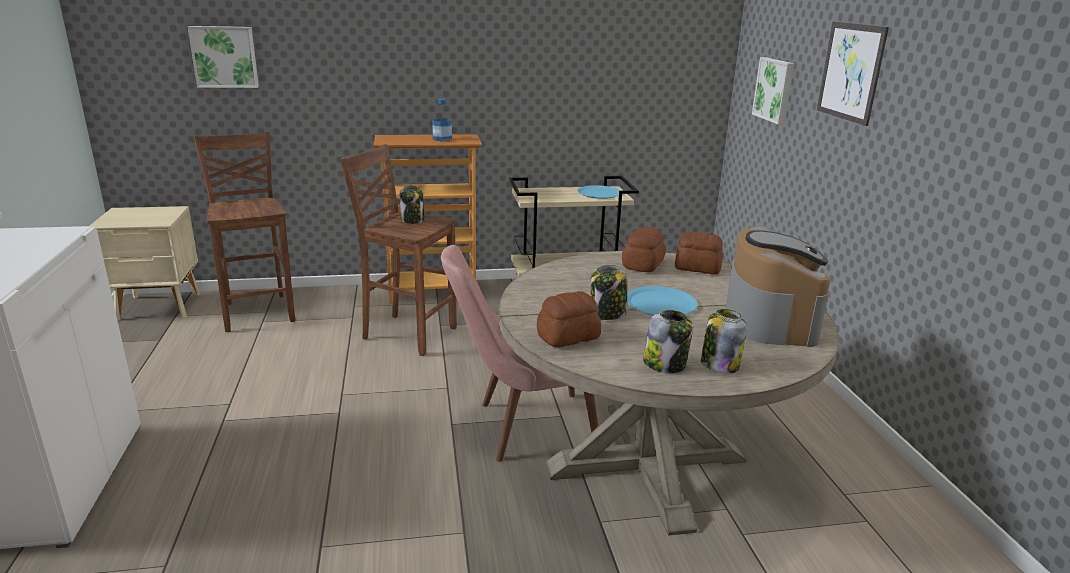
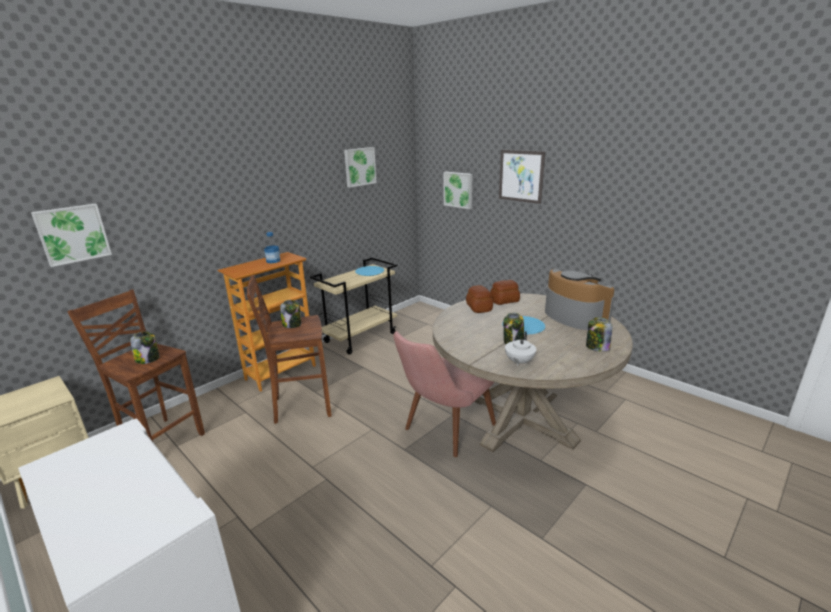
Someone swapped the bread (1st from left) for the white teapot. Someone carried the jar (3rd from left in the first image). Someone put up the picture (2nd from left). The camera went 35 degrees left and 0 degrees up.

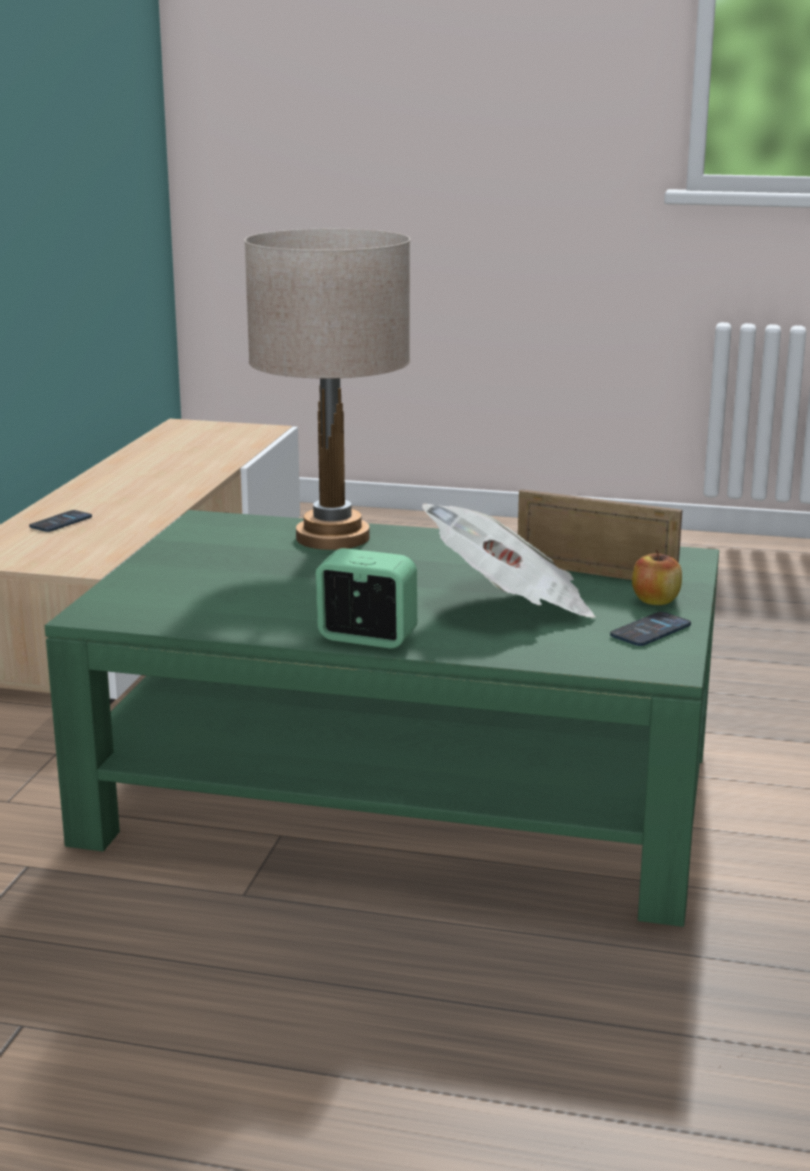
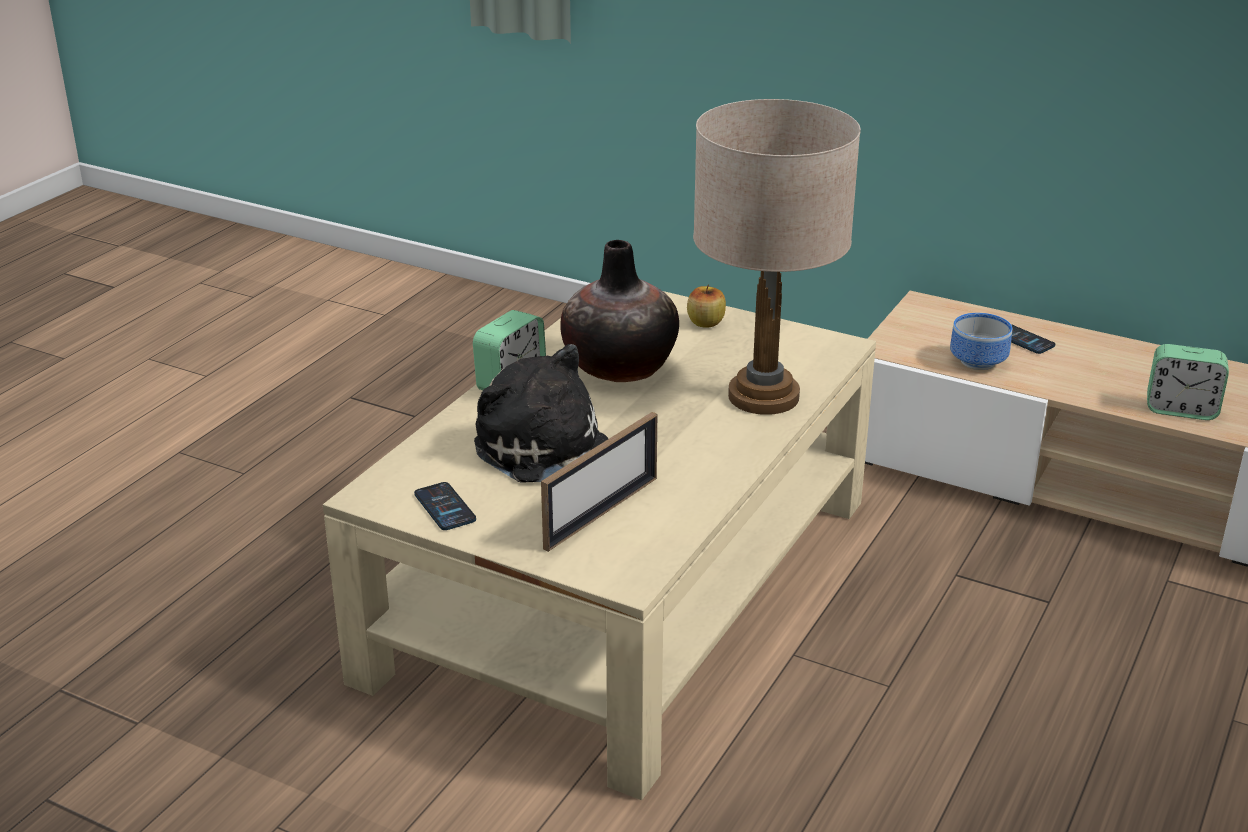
Someone swapped the newspaper for the plush toy. Someone repainted the green coffee table, which became the beige coffee table. Someone carried the apple. Someone put down the vase. Someone put down the bowl. Someone put down the alarm clock (2nd from left). The camera went 105 degrees right and 10 degrees up.

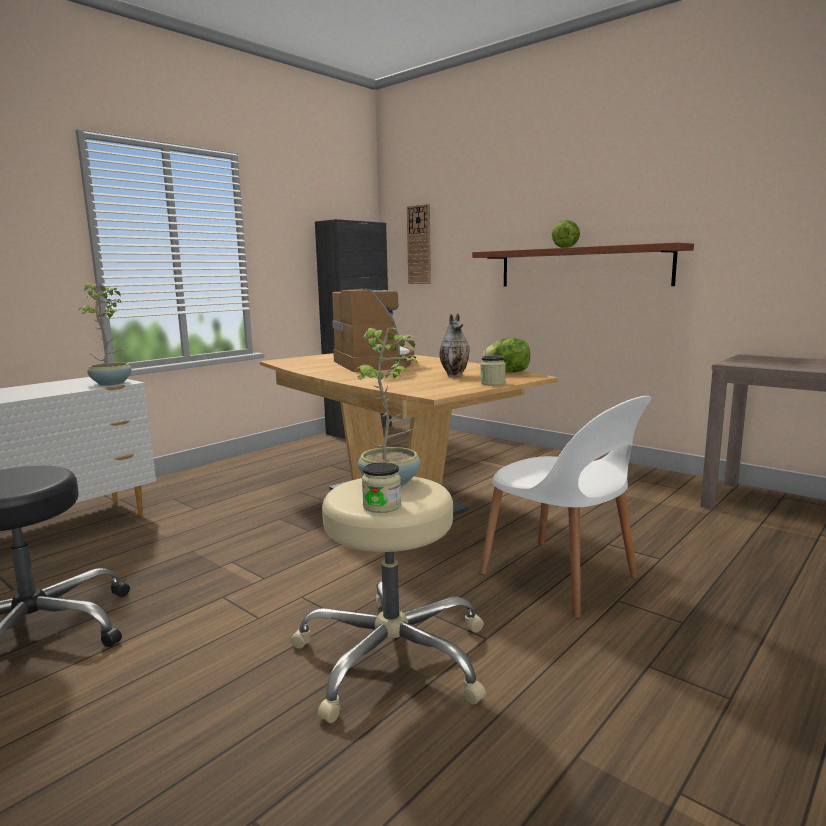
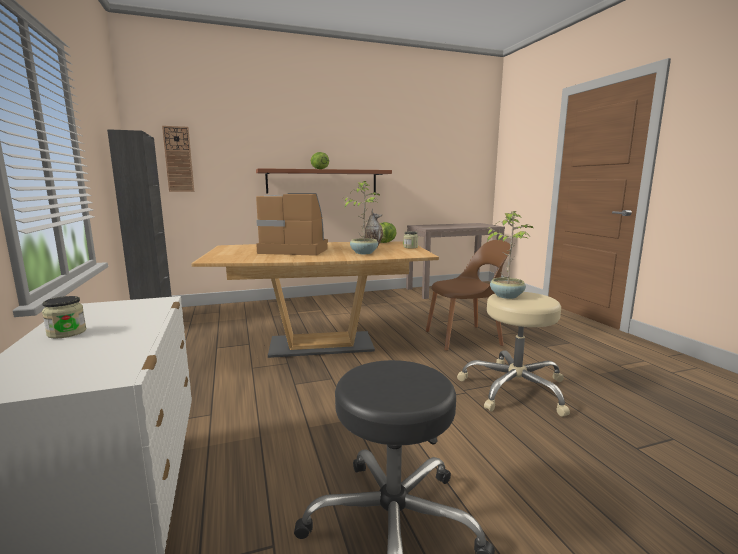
Someone carried the potted plant (1st from left). Someone repainted the white chair, which became the brown chair. Someone carried the jar (1st from left). The camera went 60 degrees left and 0 degrees up.

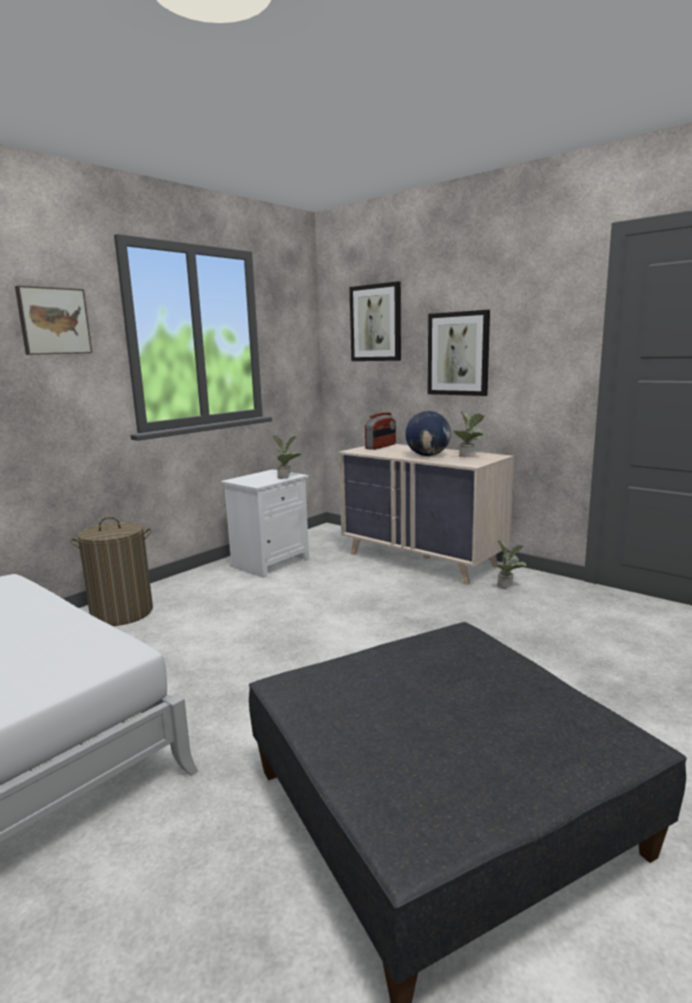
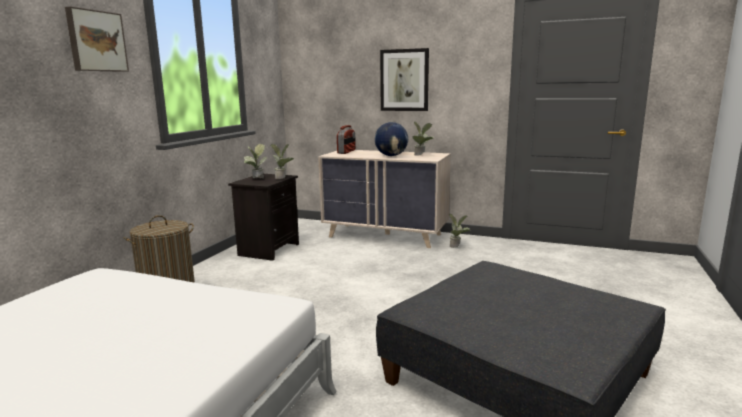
Someone took away the picture (2nd from left). Someone repainted the white nightstand, which became the black nightstand. Someone put down the potted plant (1st from left). The camera went 20 degrees left and 0 degrees up.

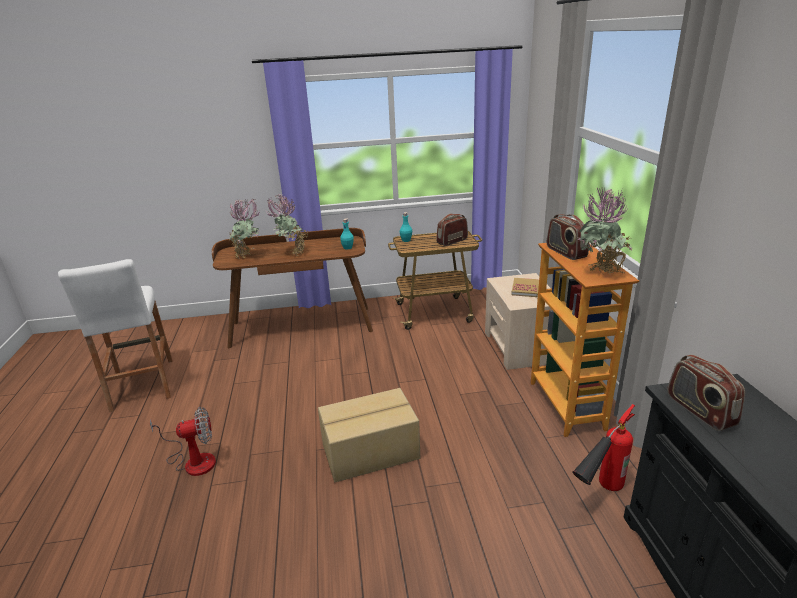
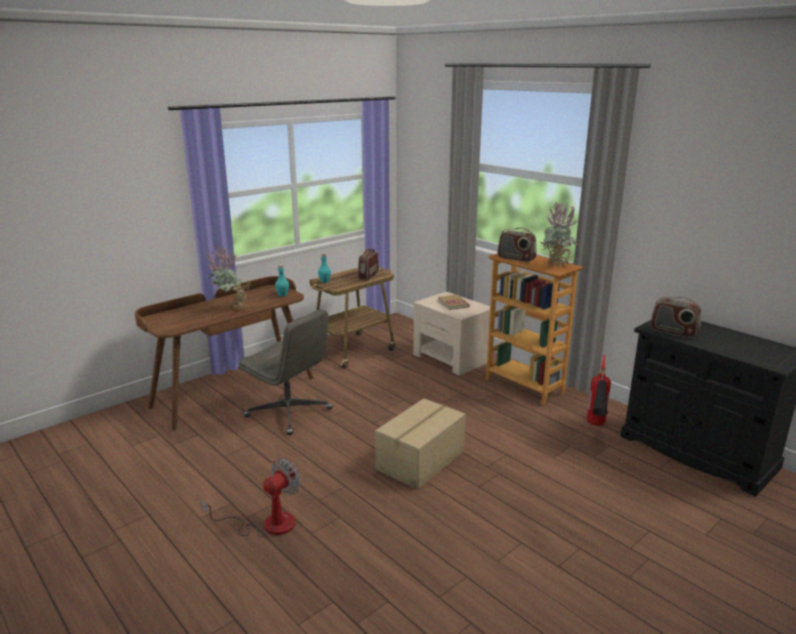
Someone took away the potted plant (1st from left). Someone took away the white stool. Someone put down the grey office chair. The camera went 35 degrees left and 5 degrees down.

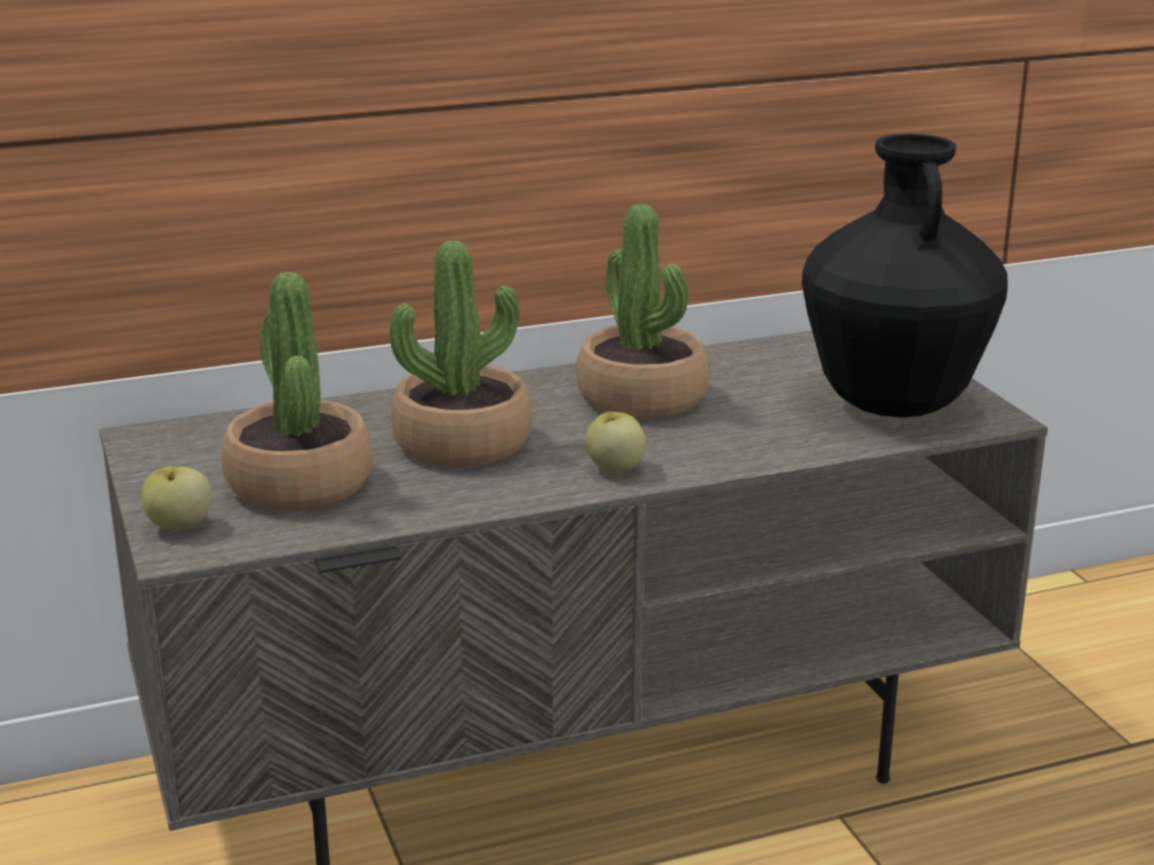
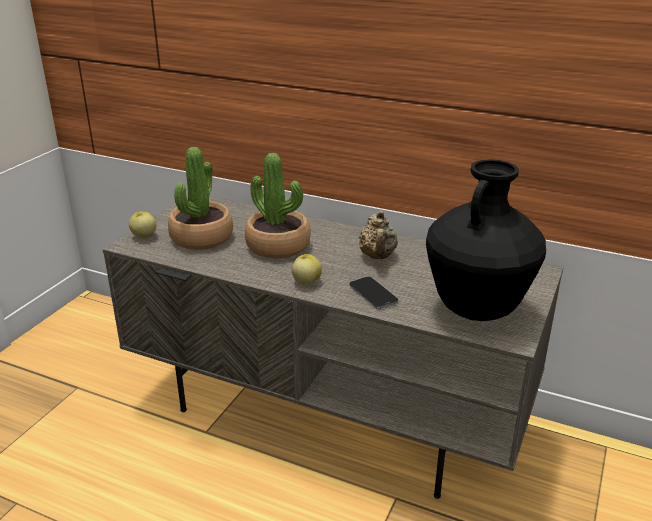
Someone swapped the potted plant (3rd from left) for the beige teapot. Someone put down the phone. The camera went 45 degrees right and 5 degrees up.

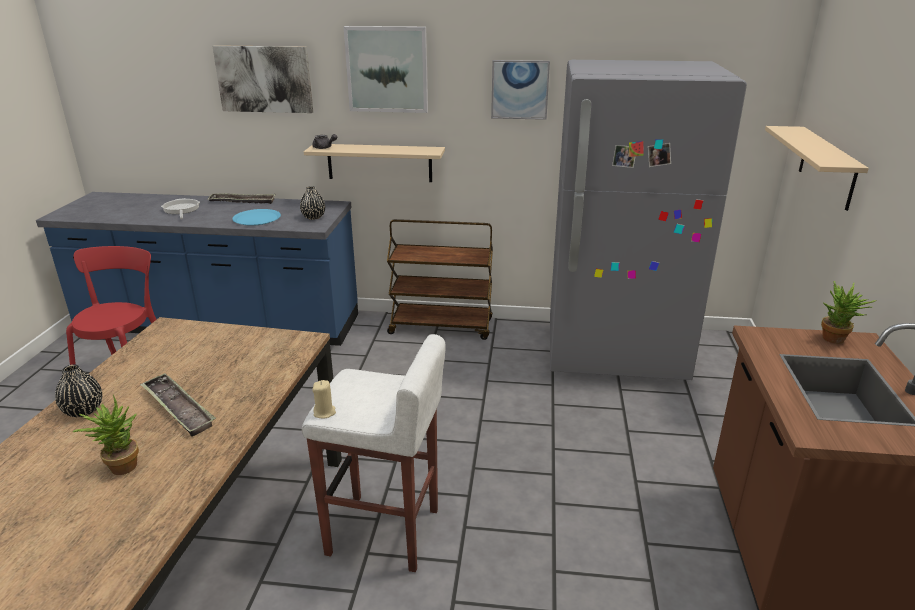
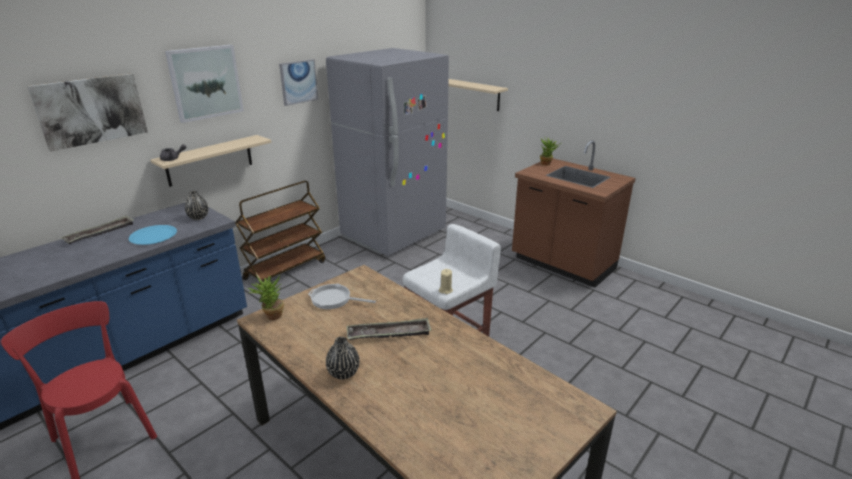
Someone carried the frying pan. Someone carried the potted plant (1st from left). The camera went 55 degrees left and 0 degrees up.

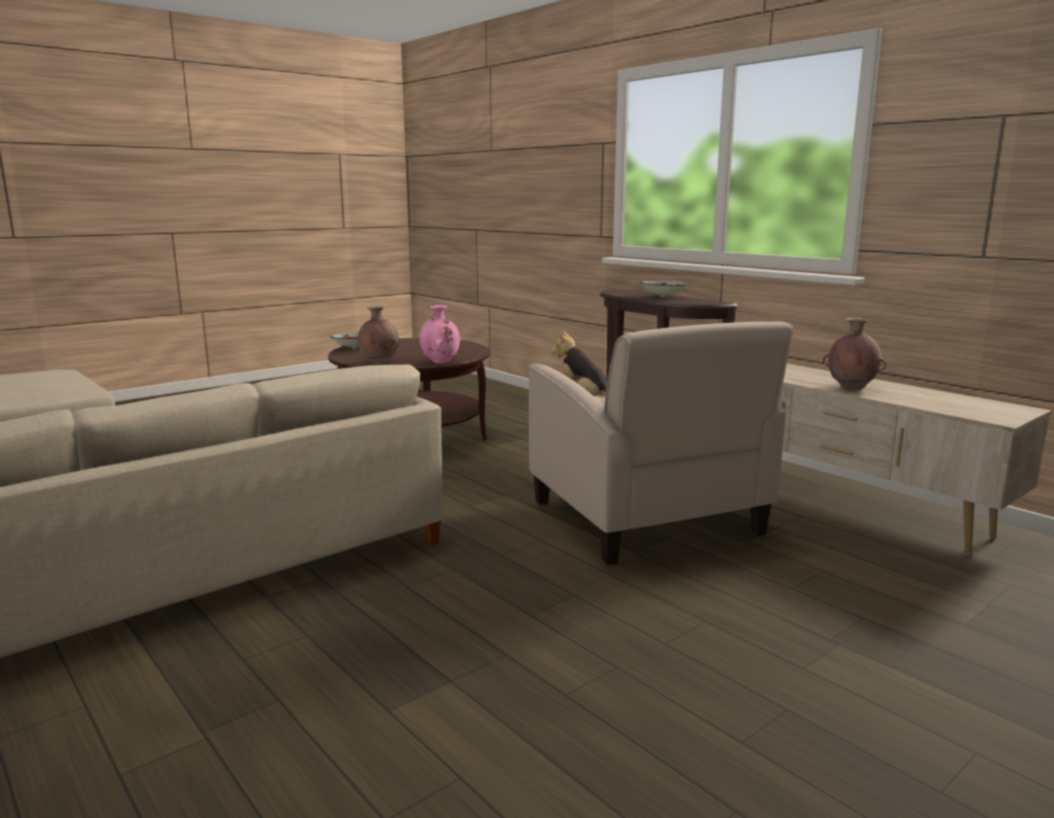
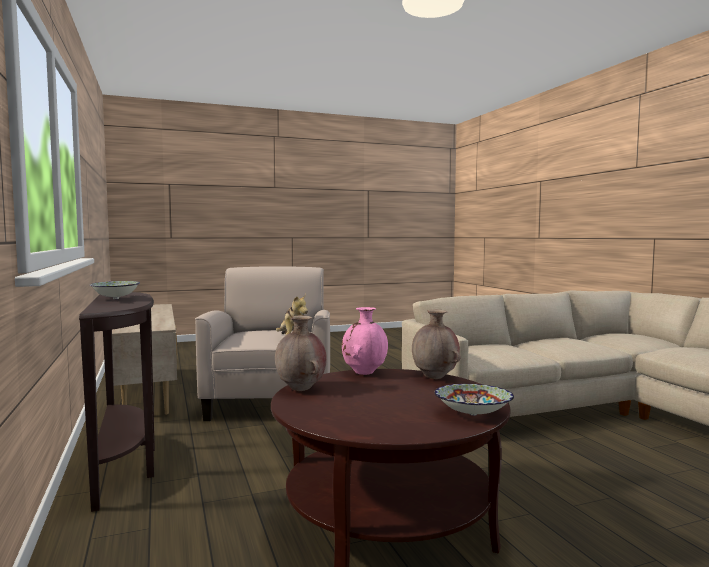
Someone carried the brown vase (2nd from left in the first image). The camera went 160 degrees left and 10 degrees down.

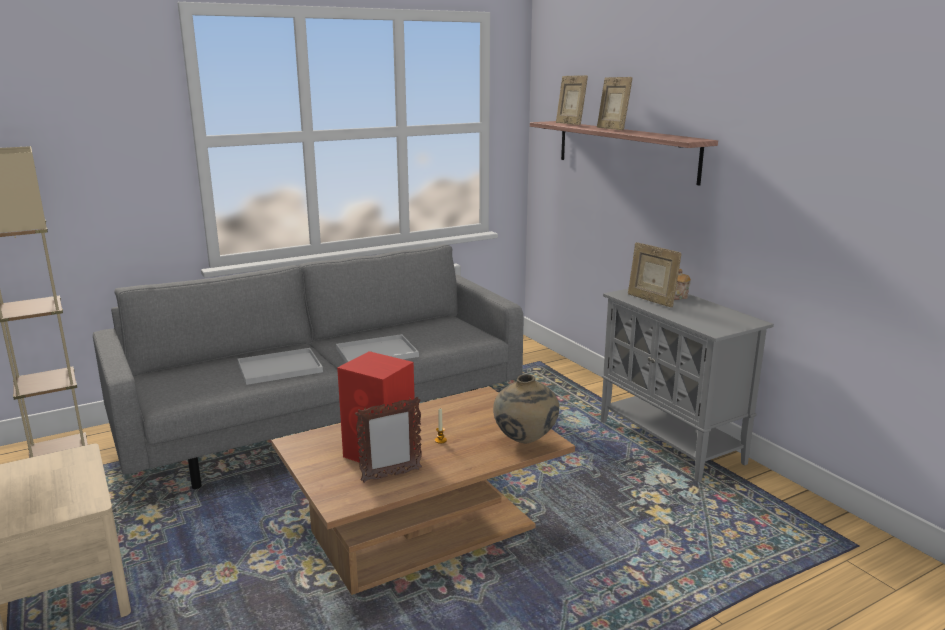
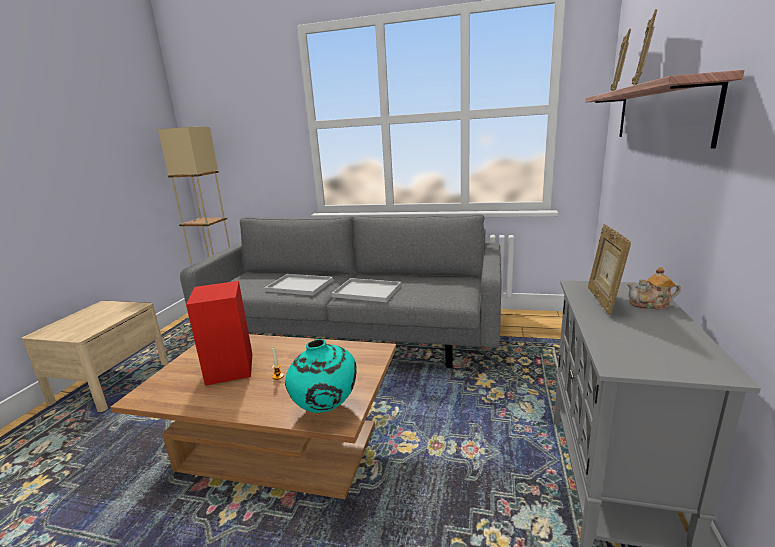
Someone repainted the beige vase, which became the turquoise vase. Someone took away the picture frame (1st from left). The camera went 45 degrees right and 0 degrees up.

